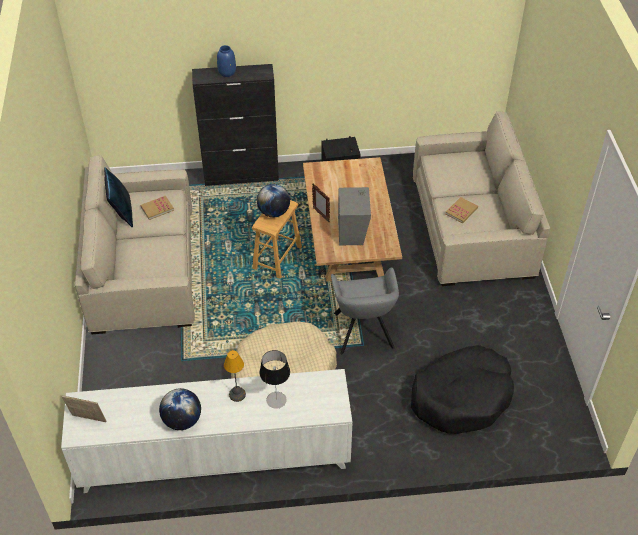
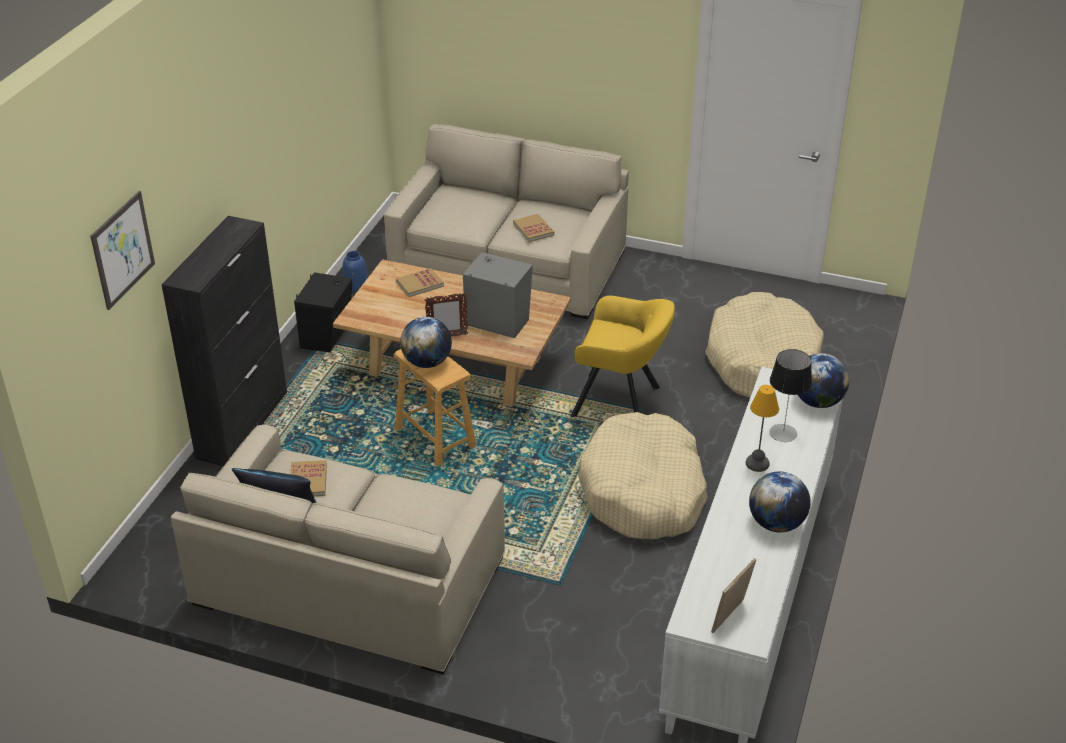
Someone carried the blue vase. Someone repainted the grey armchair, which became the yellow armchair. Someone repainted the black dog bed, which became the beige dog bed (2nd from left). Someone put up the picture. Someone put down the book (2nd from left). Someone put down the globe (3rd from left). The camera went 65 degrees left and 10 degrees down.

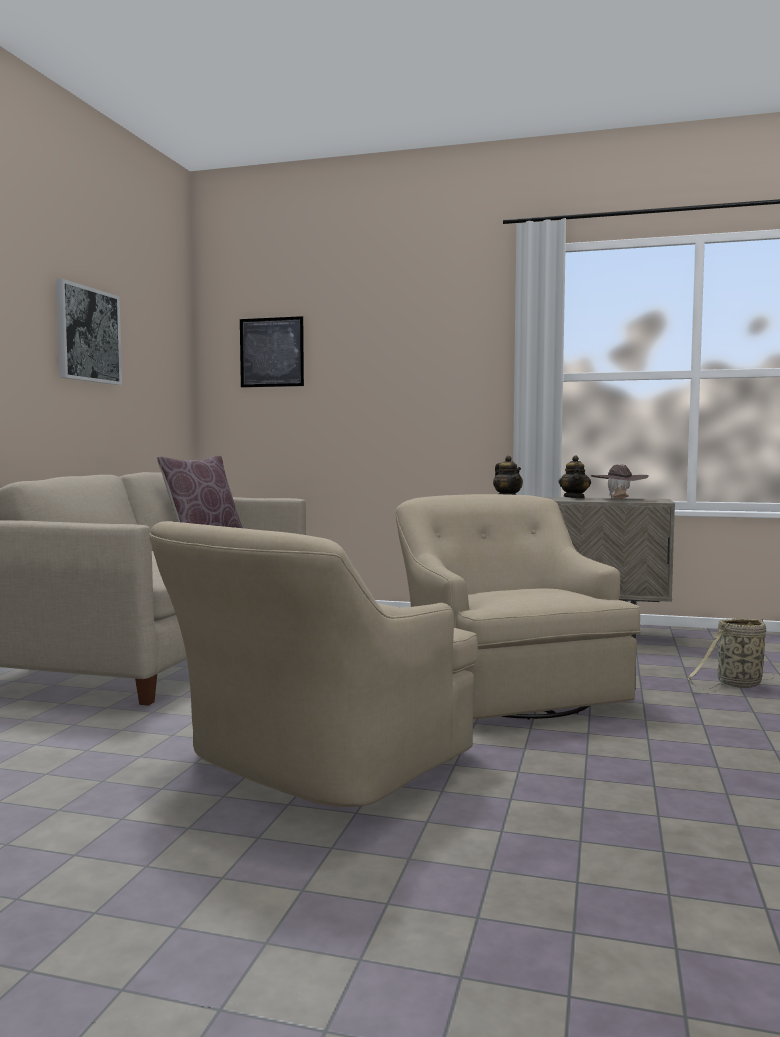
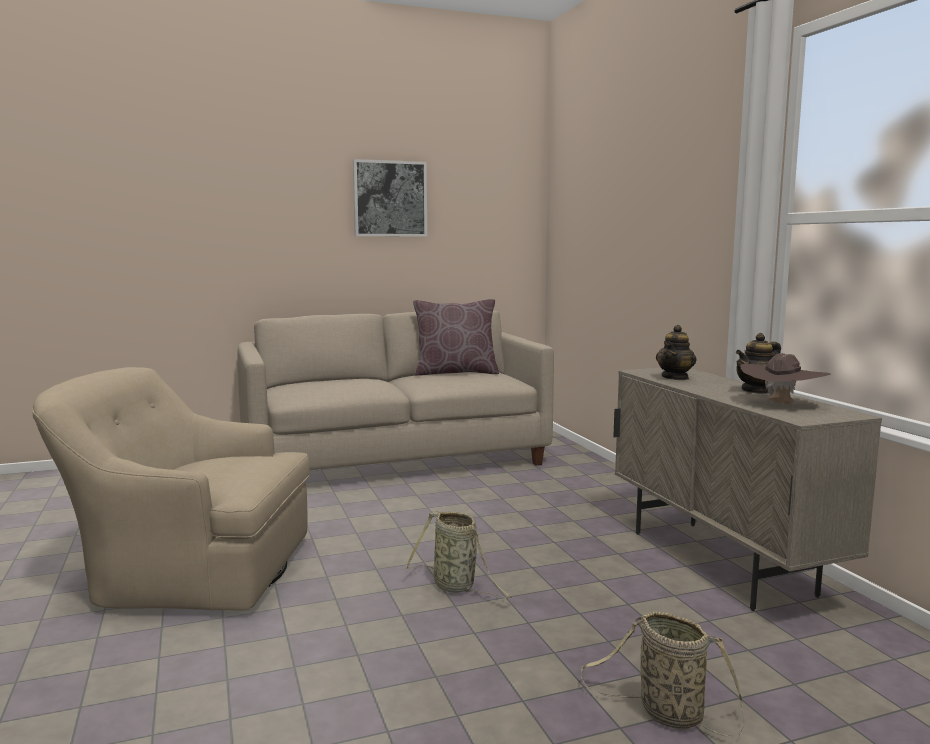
Someone took away the picture (2nd from left). Someone swapped the beige armchair (2nd from left) for the basket (1st from left). The camera went 55 degrees right and 5 degrees up.

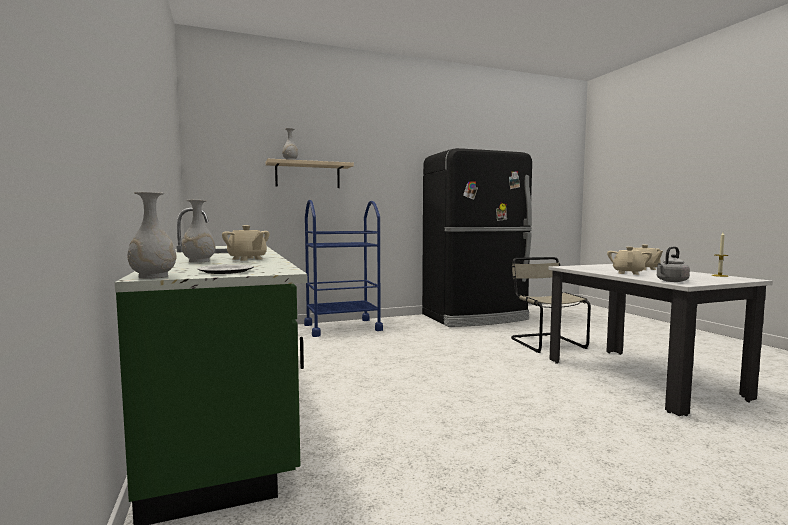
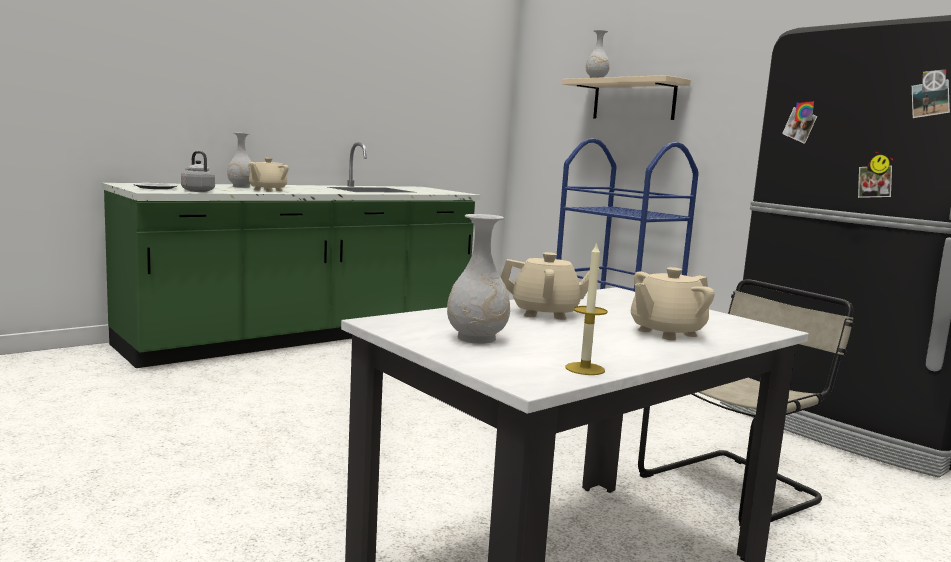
Someone carried the white vase (1st from left in the first image). Someone carried the grey kettle. The camera went 70 degrees right and 5 degrees up.

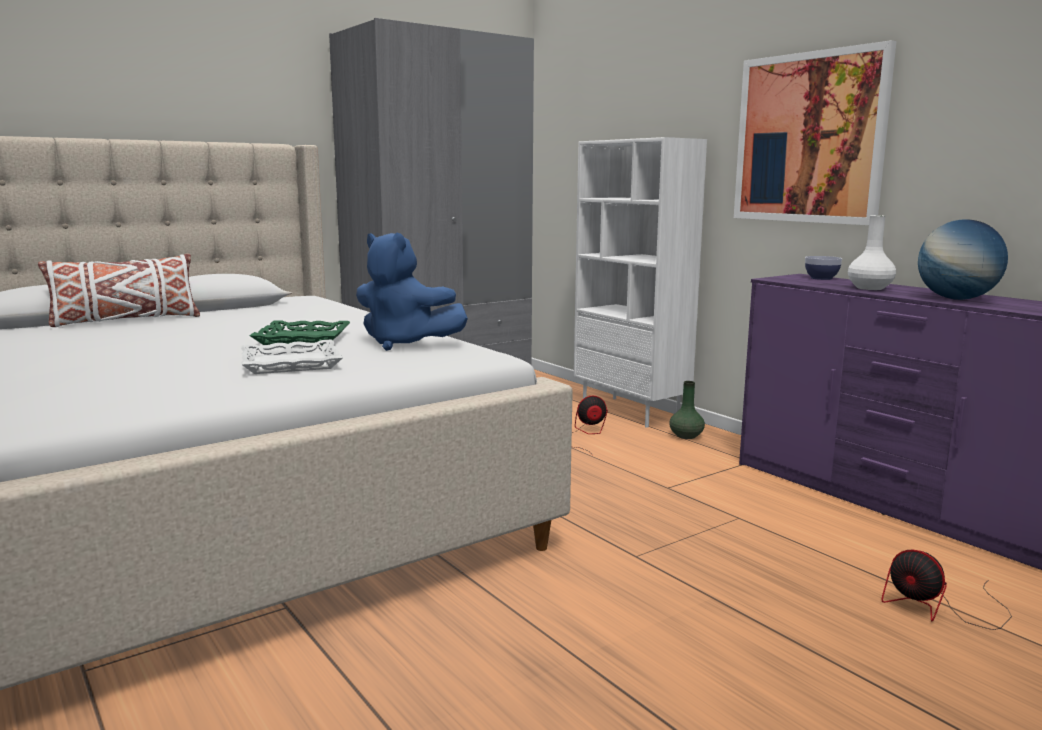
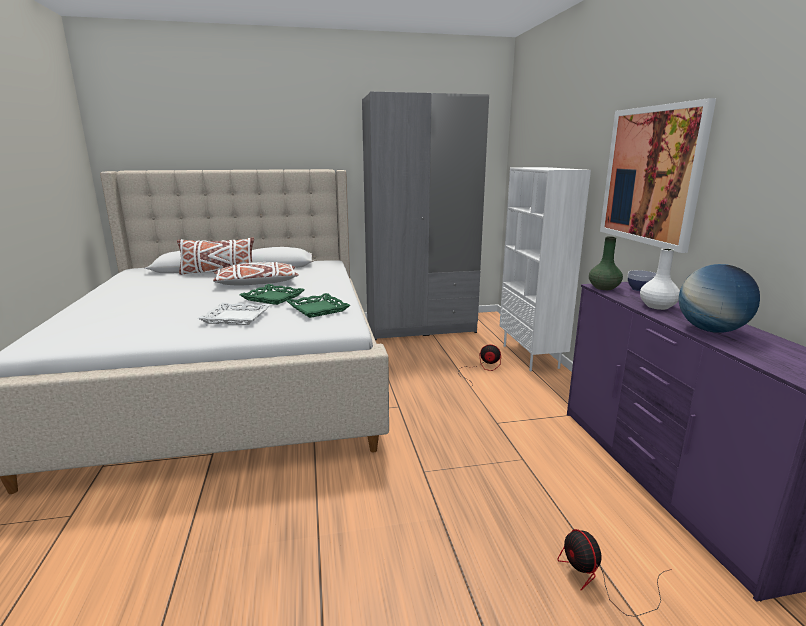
Someone swapped the blue plush toy for the green tray (2nd from left). Someone carried the green vase. Someone put down the white pillow (2nd from left). The camera went 25 degrees right and 5 degrees up.

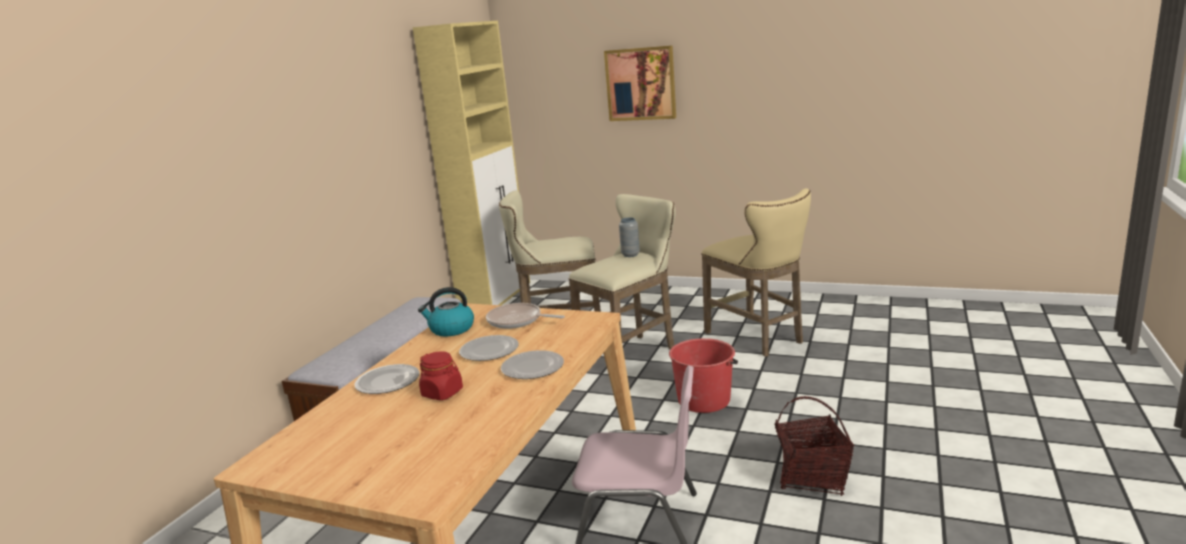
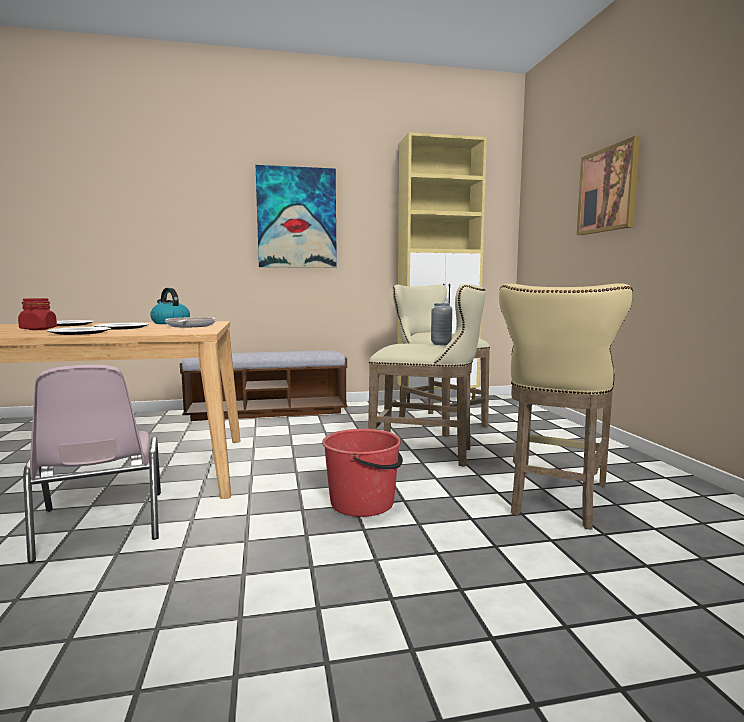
Someone took away the basket. Someone put up the picture (1st from left). The camera went 55 degrees right and 10 degrees down.

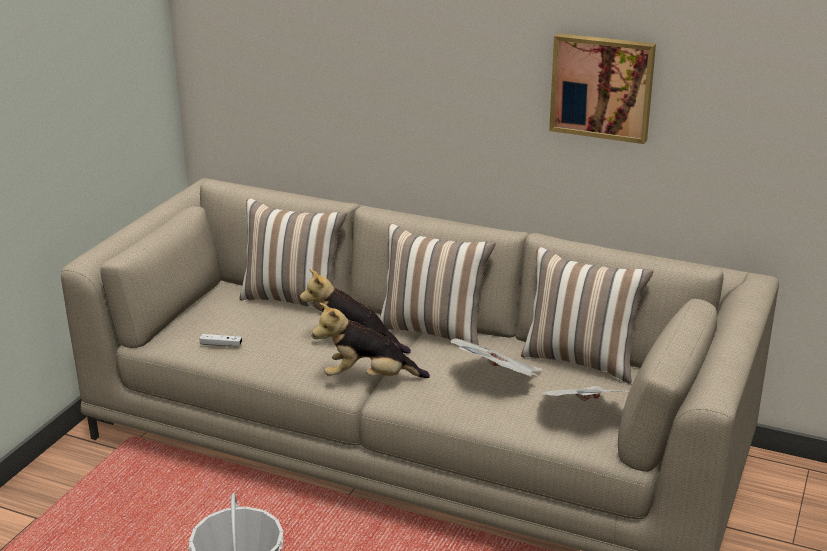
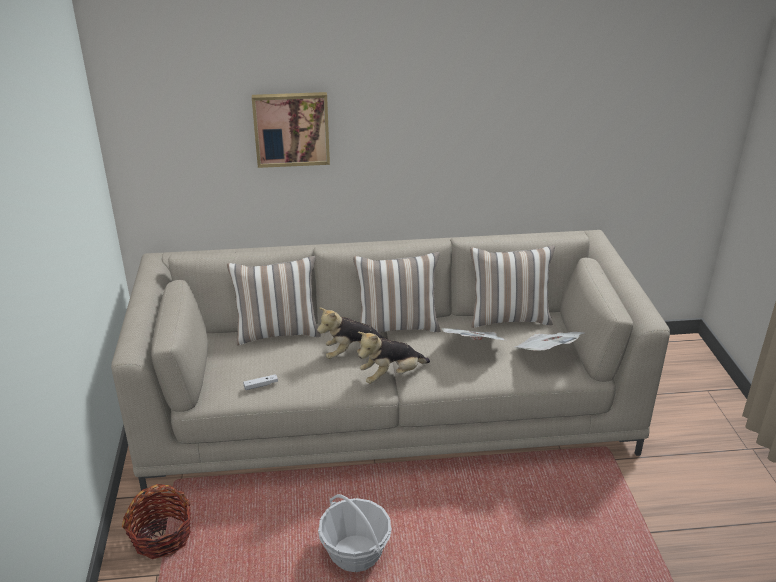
Someone carried the picture. Someone put down the basket (1st from left). The camera went 30 degrees left and 5 degrees up.

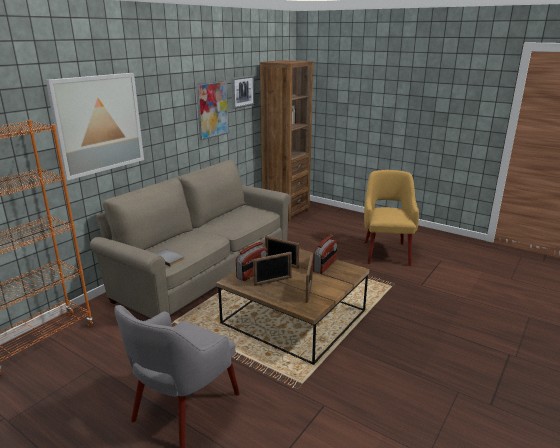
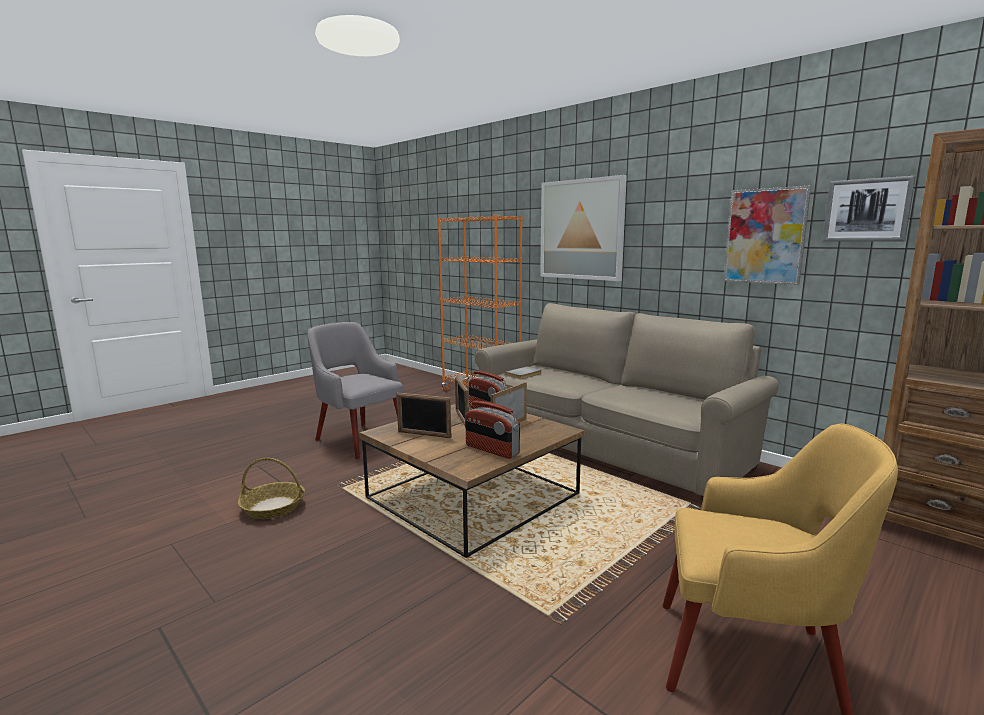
Someone put down the basket. The camera went 100 degrees right and 10 degrees down.

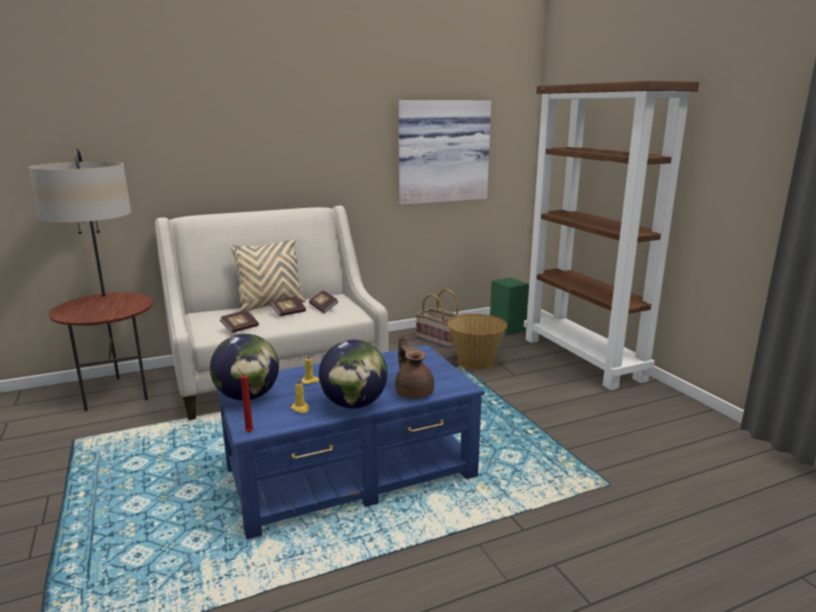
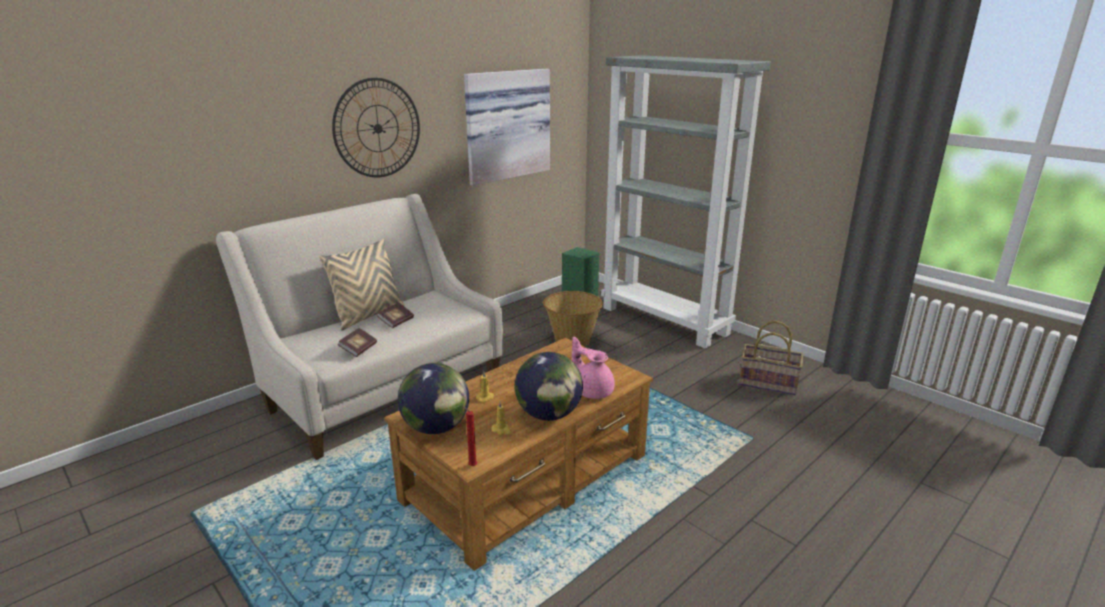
Someone repainted the brown bookcase, which became the grey bookcase. Someone took away the floor lamp. Someone carried the basket (1st from left in the first image). Someone took away the book (3rd from left). Someone repainted the brown teapot, which became the pink teapot. Someone repainted the blue coffee table, which became the brown coffee table. Someone put up the wall clock. The camera went 20 degrees left and 5 degrees up.

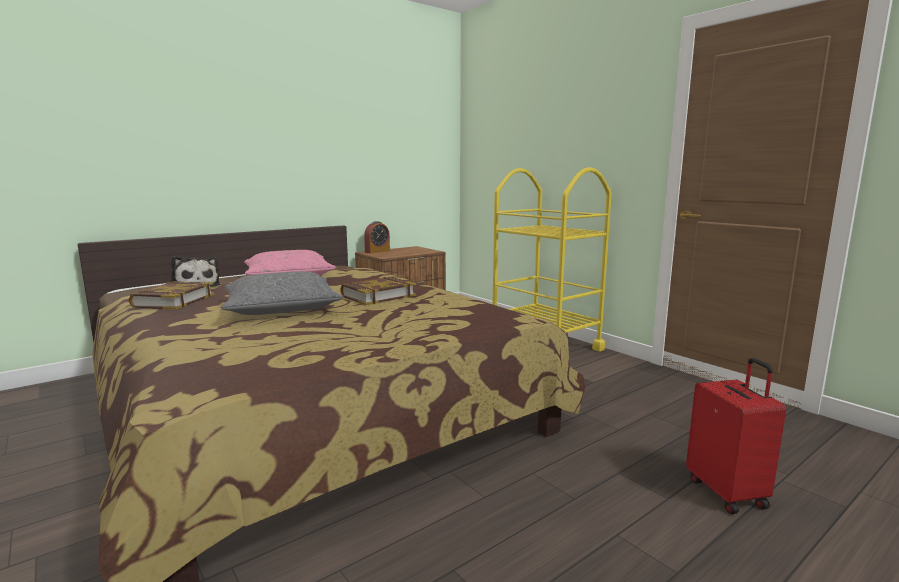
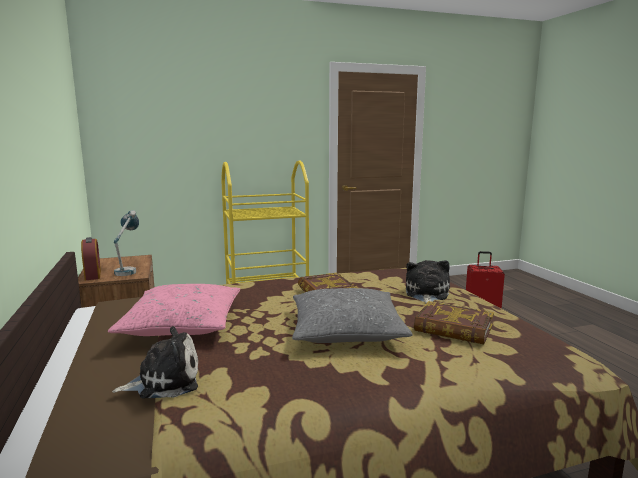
Someone carried the book (1st from left in the first image). Someone put down the table lamp. Someone put down the plush toy (2nd from left). The camera went 70 degrees left and 0 degrees up.

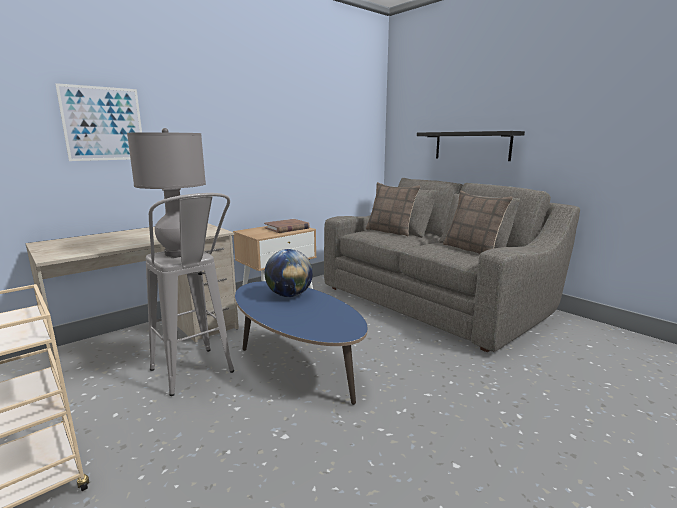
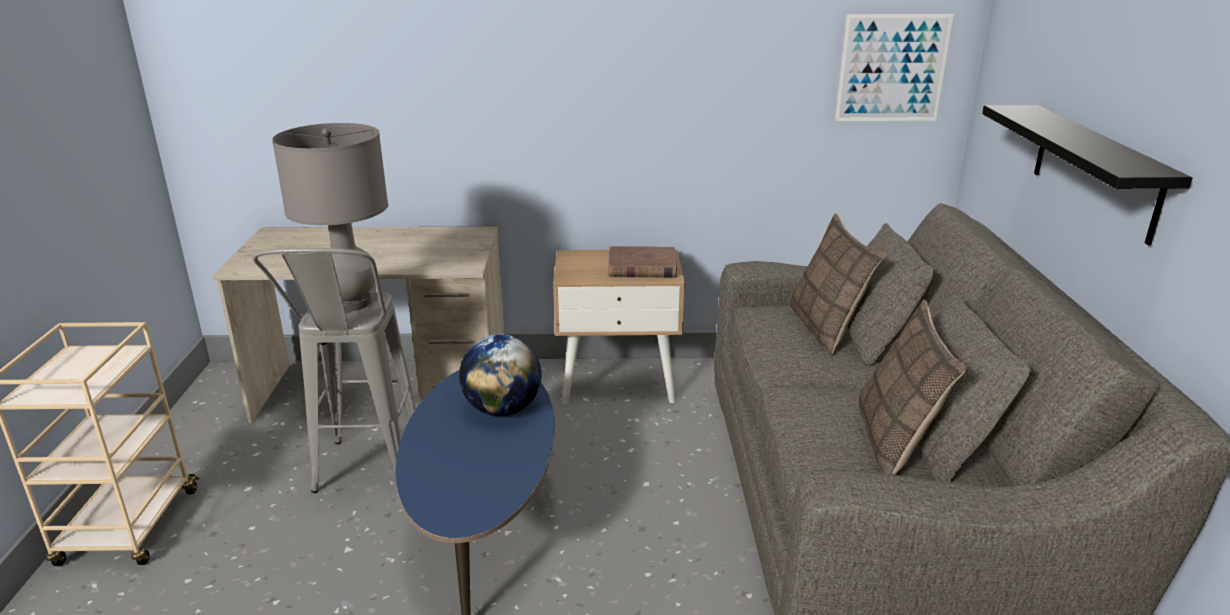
Someone carried the picture. The camera went 40 degrees right and 10 degrees up.

